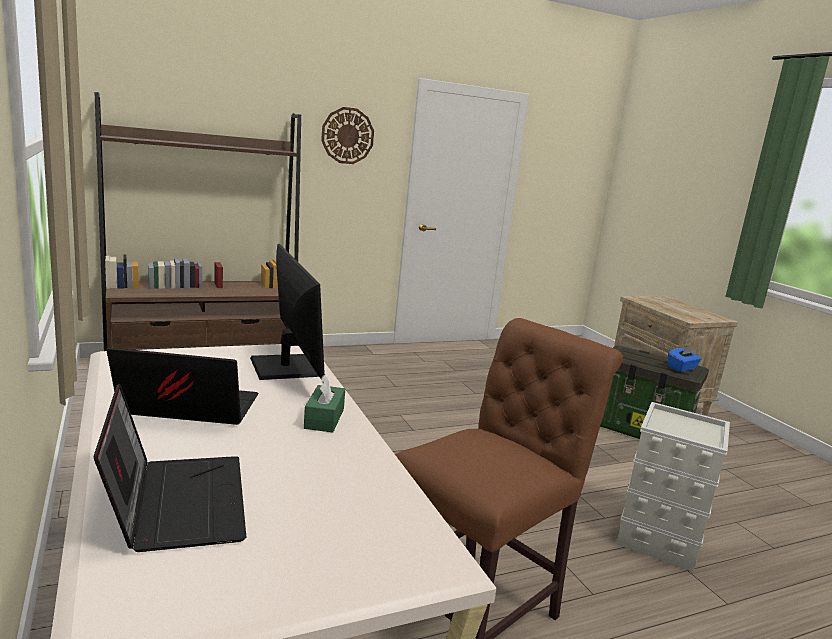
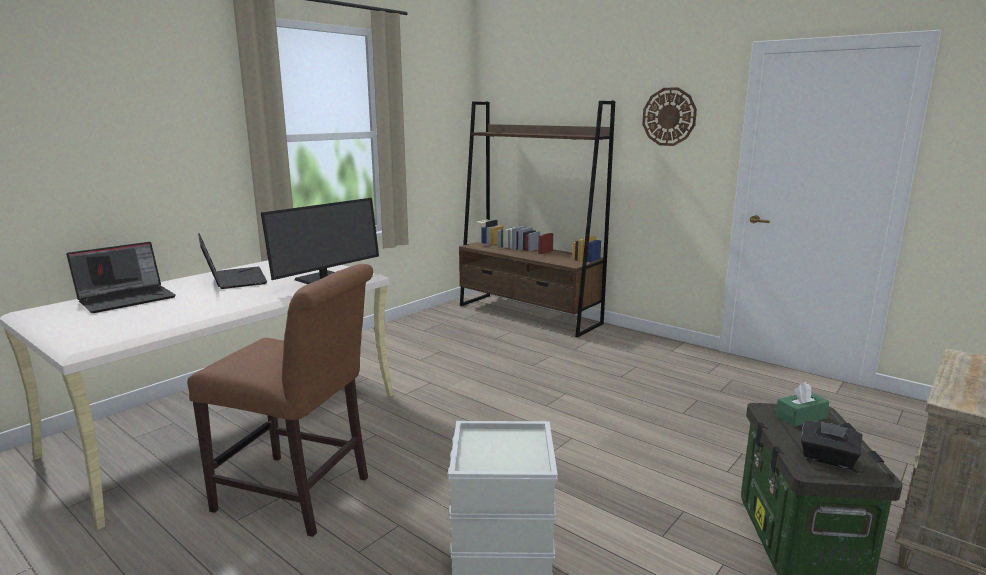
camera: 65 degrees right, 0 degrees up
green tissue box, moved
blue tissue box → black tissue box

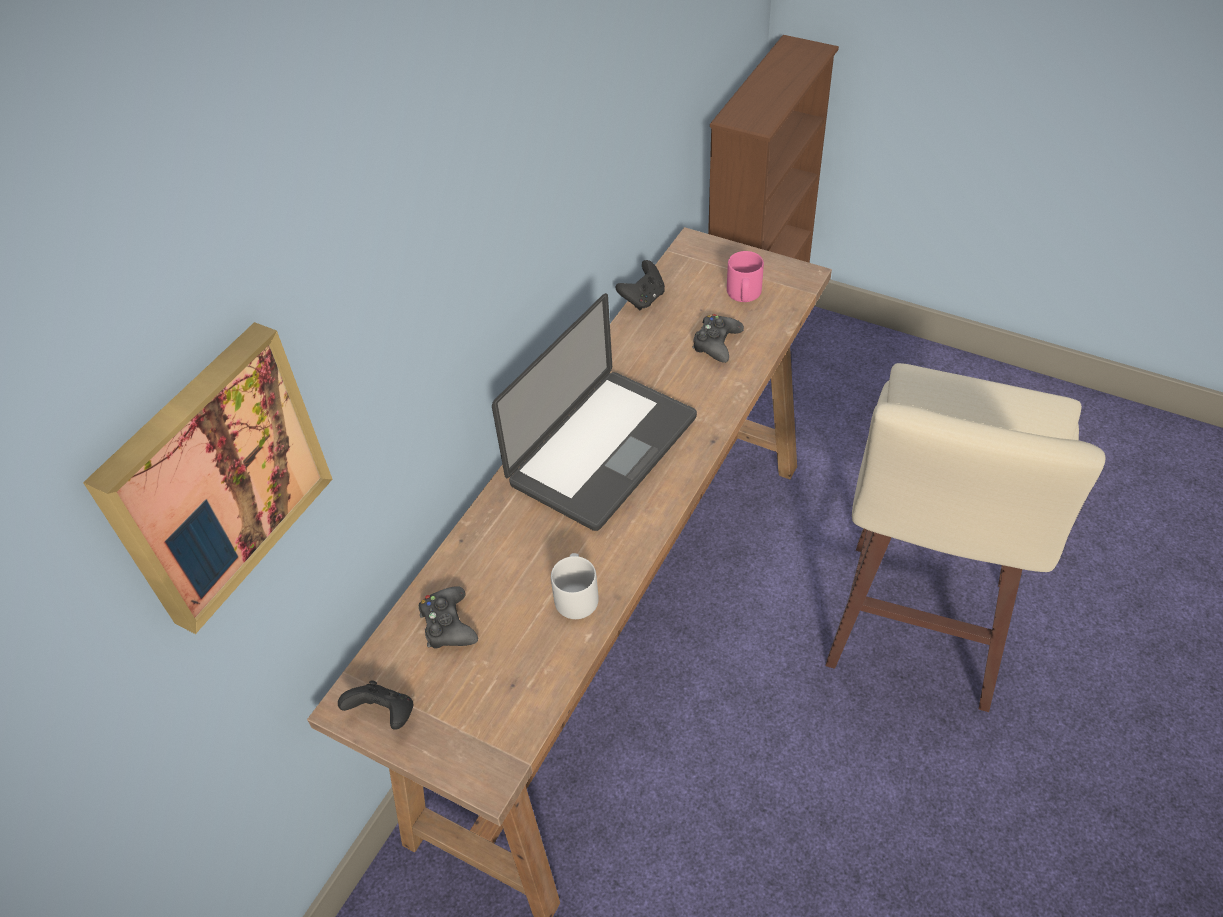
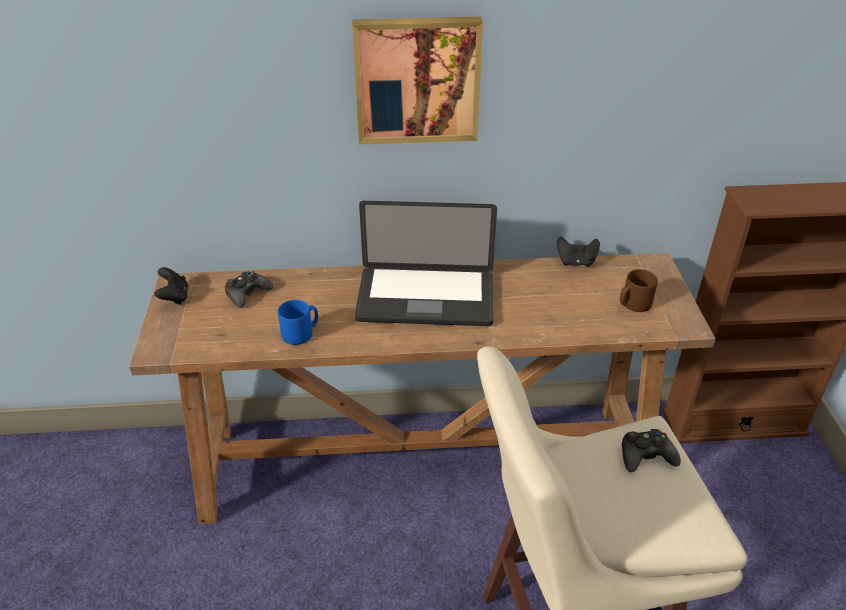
camera: 55 degrees right, 10 degrees down
picture, moved
grey mug → blue mug
black game controller (4th from left), moved
pink mug → brown mug

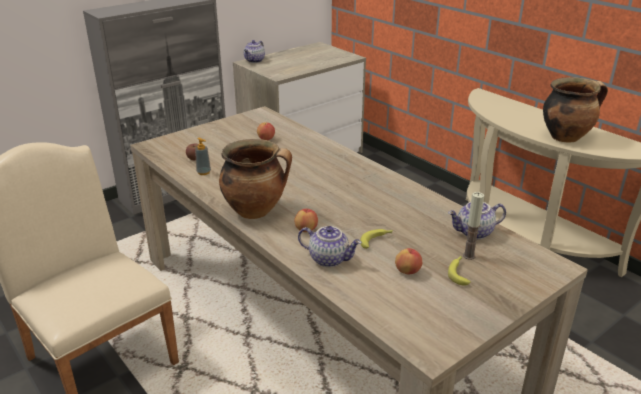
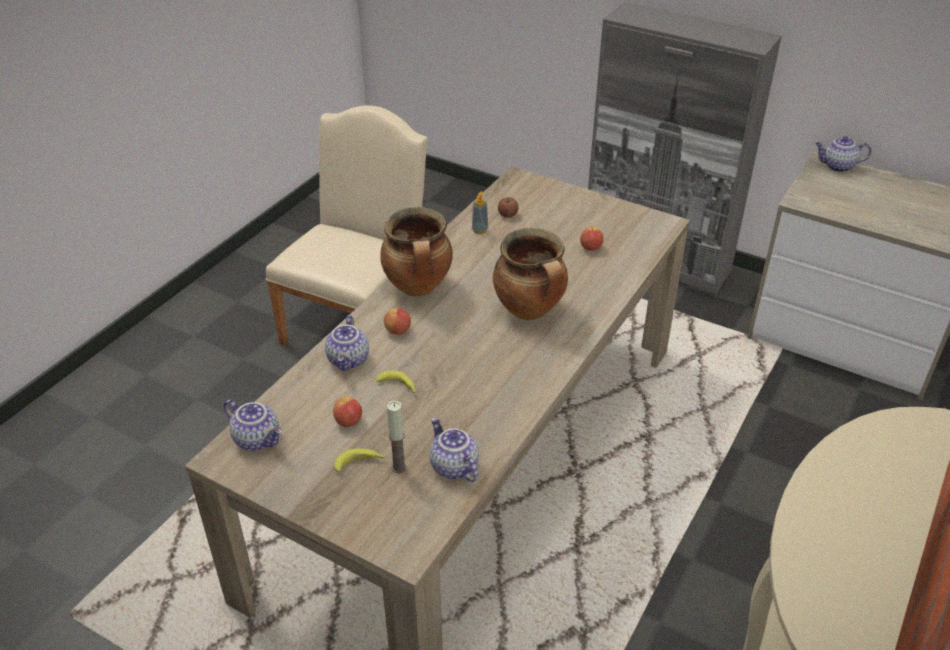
camera: 70 degrees right, 10 degrees up
cooking pot (2nd from left), moved
- → teapot (1st from left)

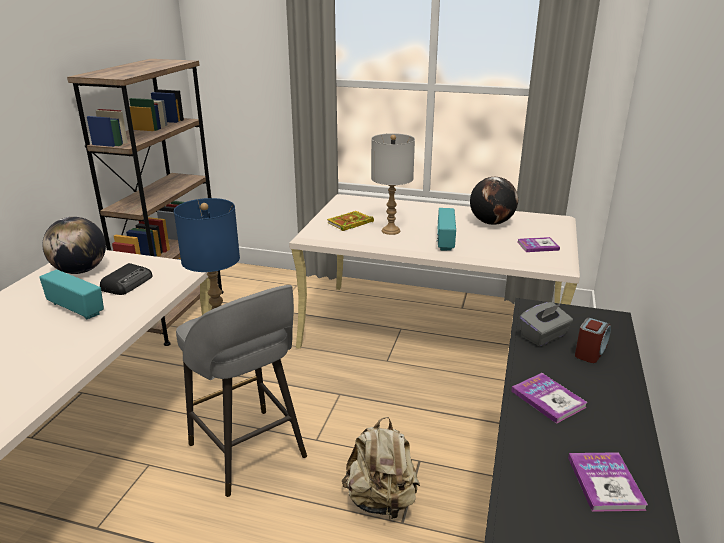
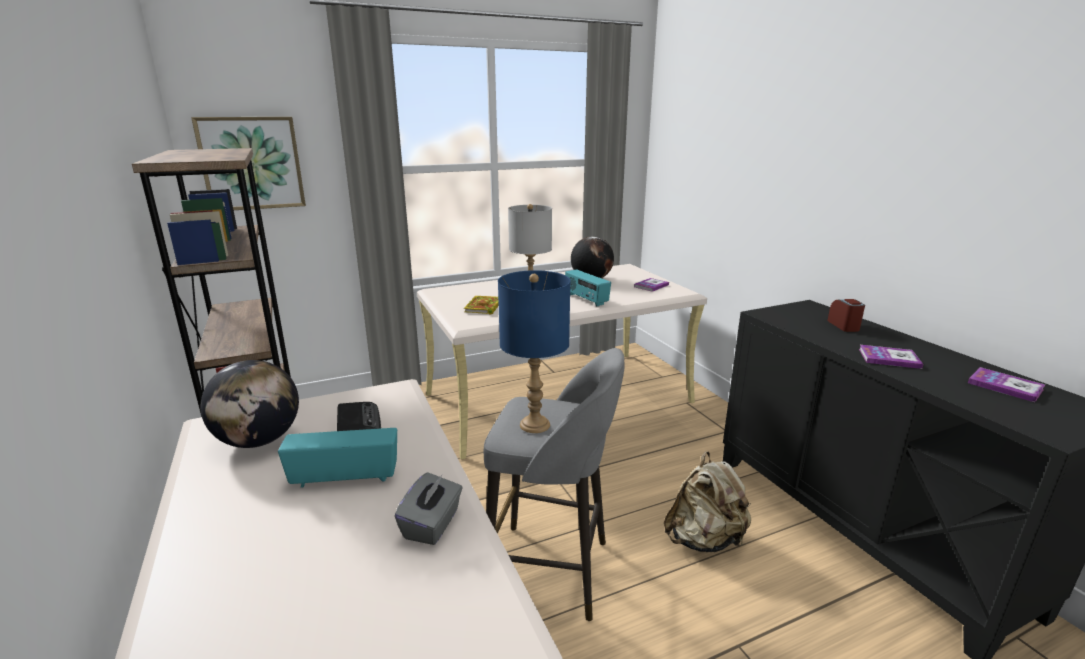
camera: 40 degrees left, 5 degrees down
grey tissue box, moved
- → picture

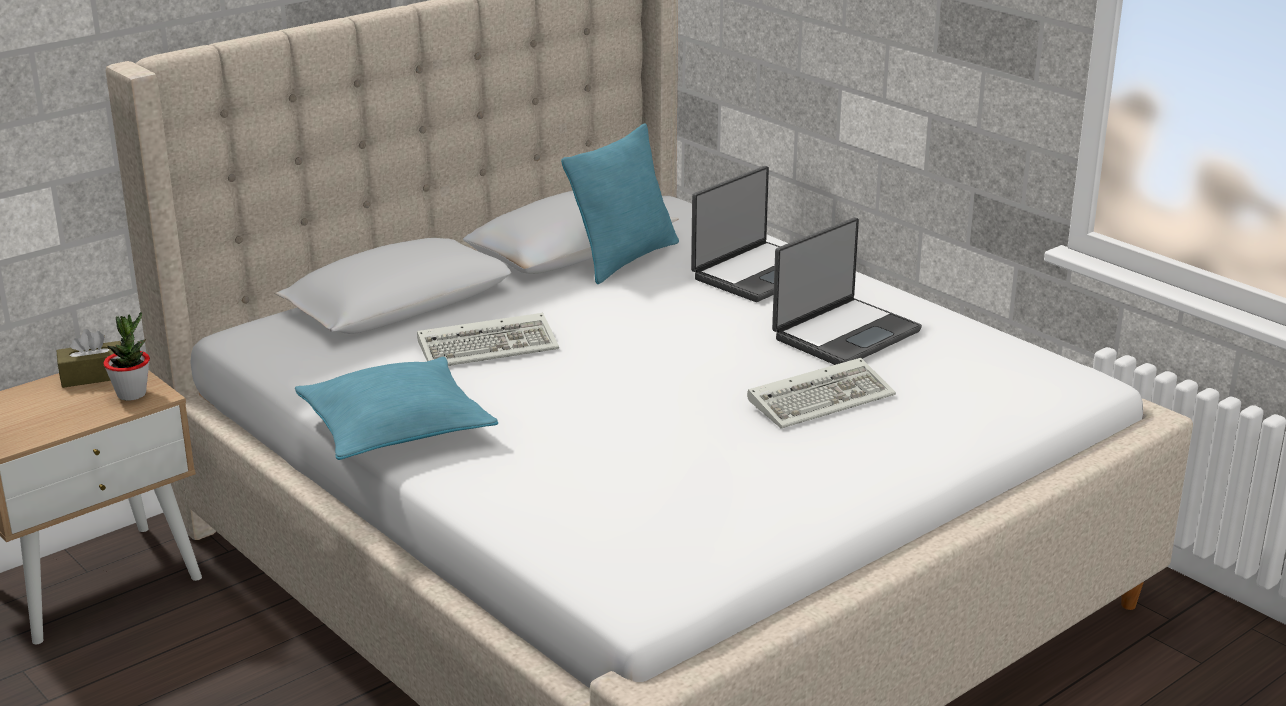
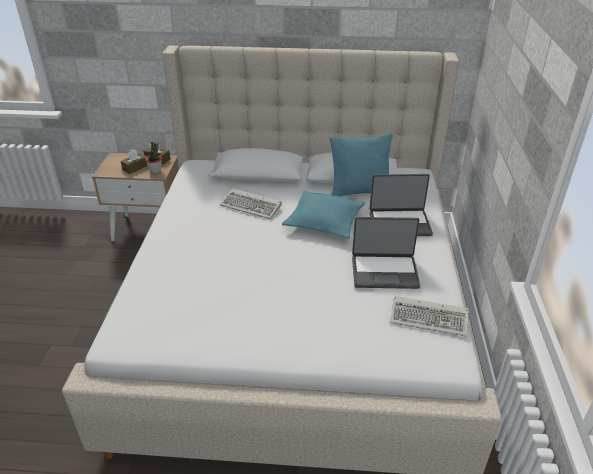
camera: 45 degrees right, 10 degrees up
turquoise pillow (1st from left), moved
keyboard (2nd from left), moved
- → brown tissue box (1st from left)

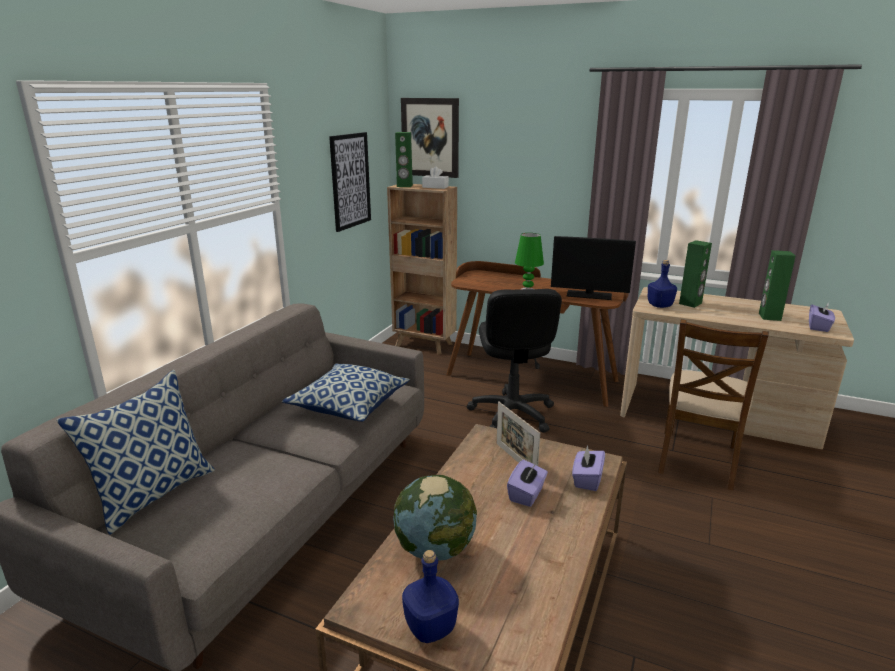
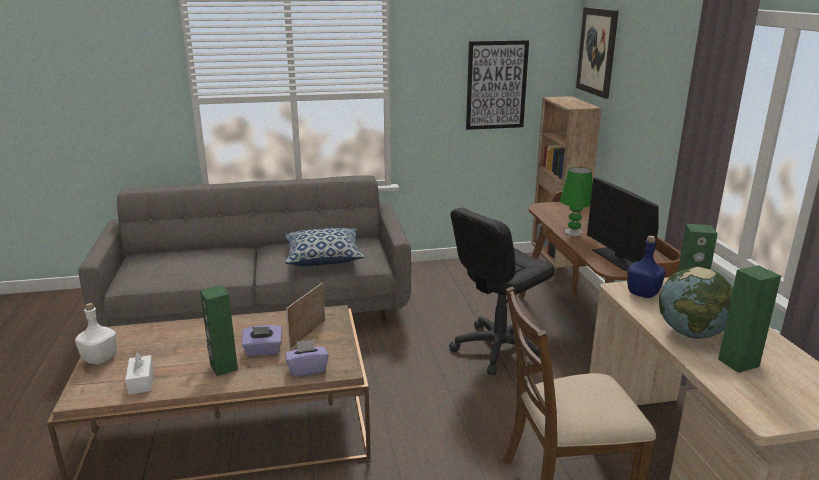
camera: 55 degrees right, 0 degrees up
pillow (1st from left) → -
globe, moved
green speaker (1st from left), moved
blue bottle (1st from left) → white bottle
white tissue box, moved
purple tissue box (3rd from left) → -

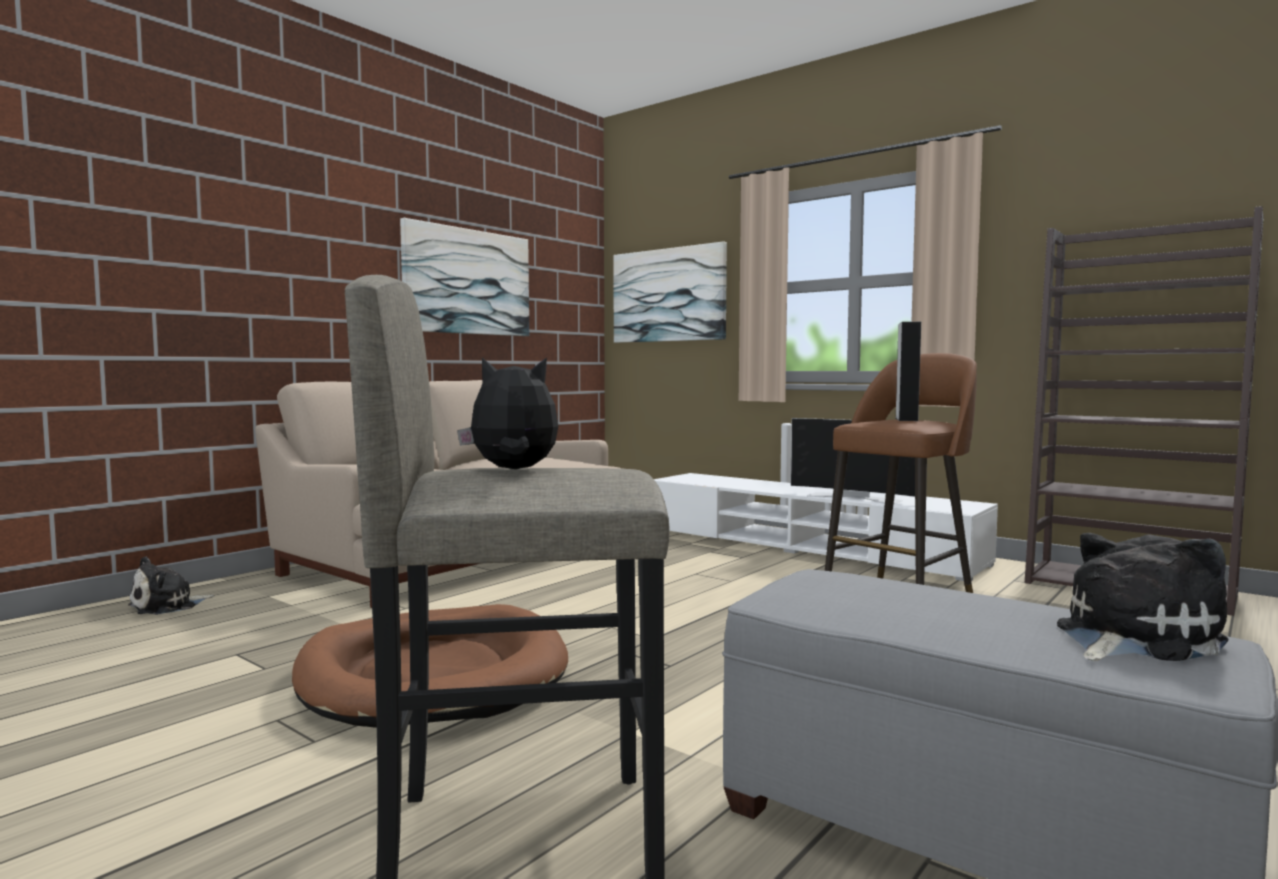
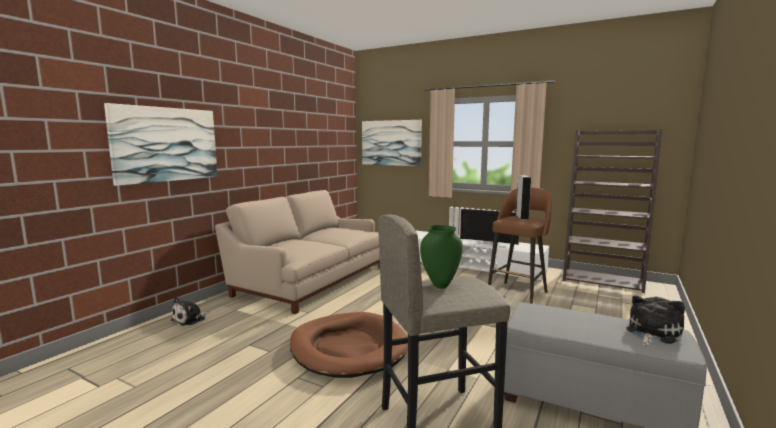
camera: 10 degrees left, 5 degrees up
picture (1st from left), moved
plush toy (2nd from left) → green vase

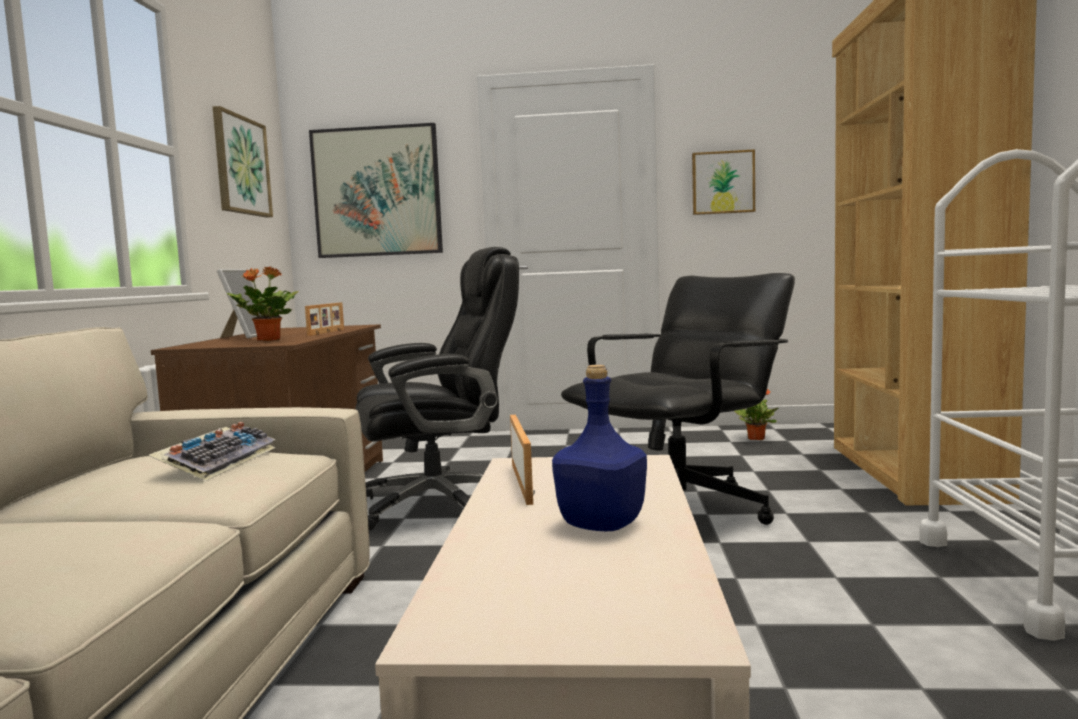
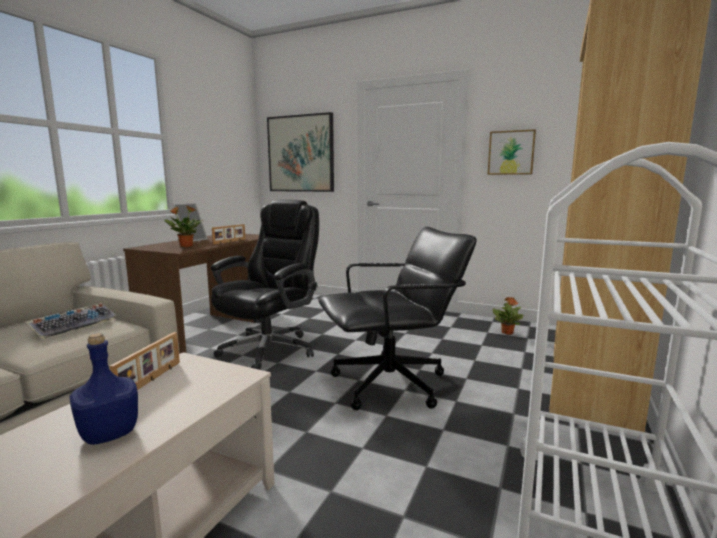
camera: 20 degrees right, 5 degrees up
picture (1st from left) → -
black office chair (1st from left), 60 degrees counterclockwise

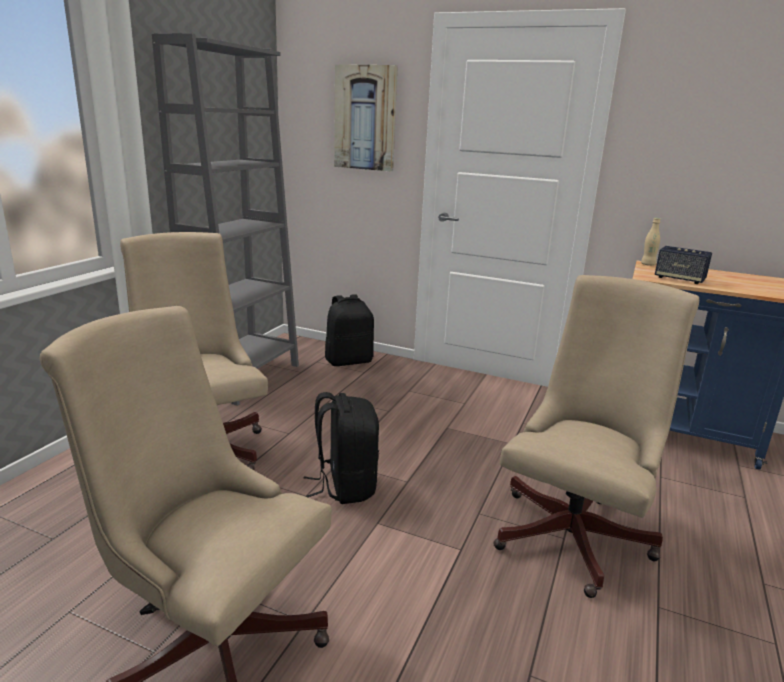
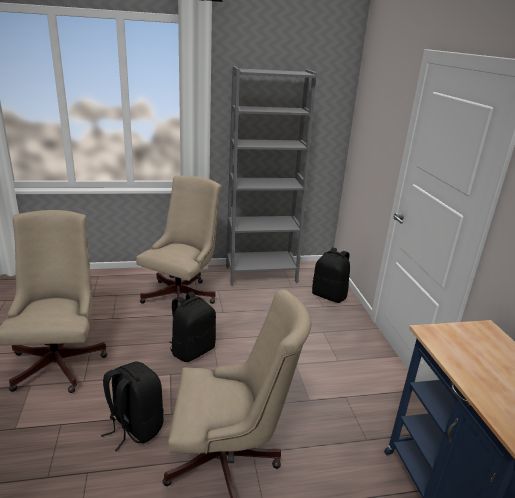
camera: 55 degrees right, 5 degrees up
picture → -
beige bottle → -
speaker → -
- → black backpack (1st from left)

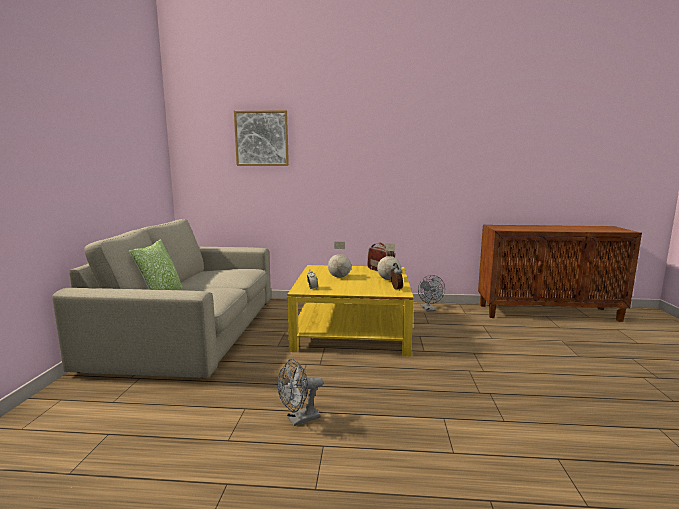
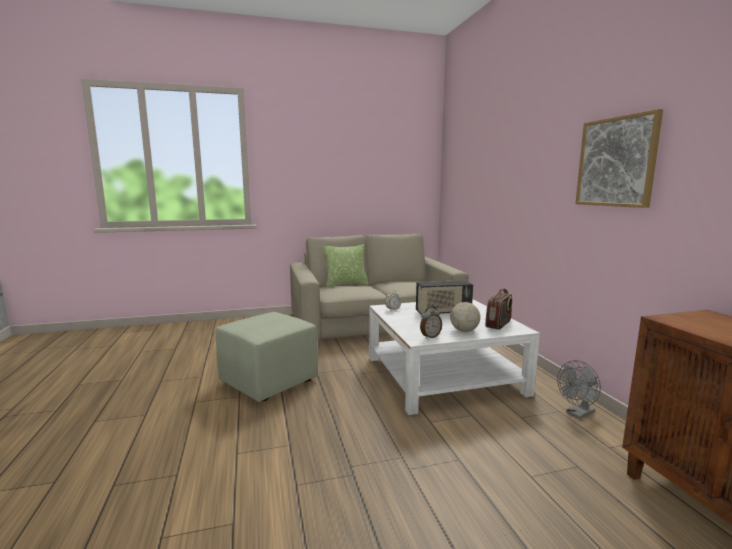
camera: 70 degrees right, 0 degrees up
picture, moved
grey fan (1st from left) → green ottoman
yellow coffee table → white coffee table
globe (1st from left) → radio (1st from left)

